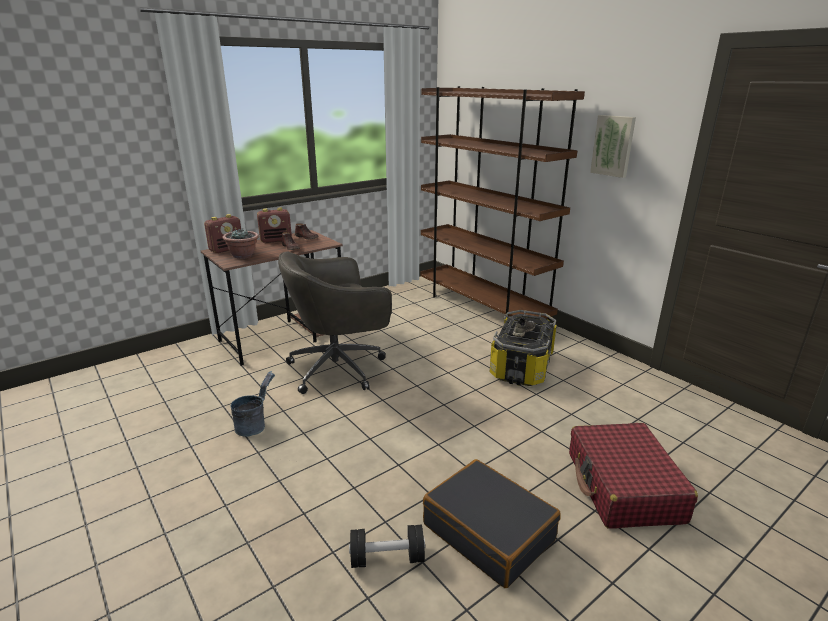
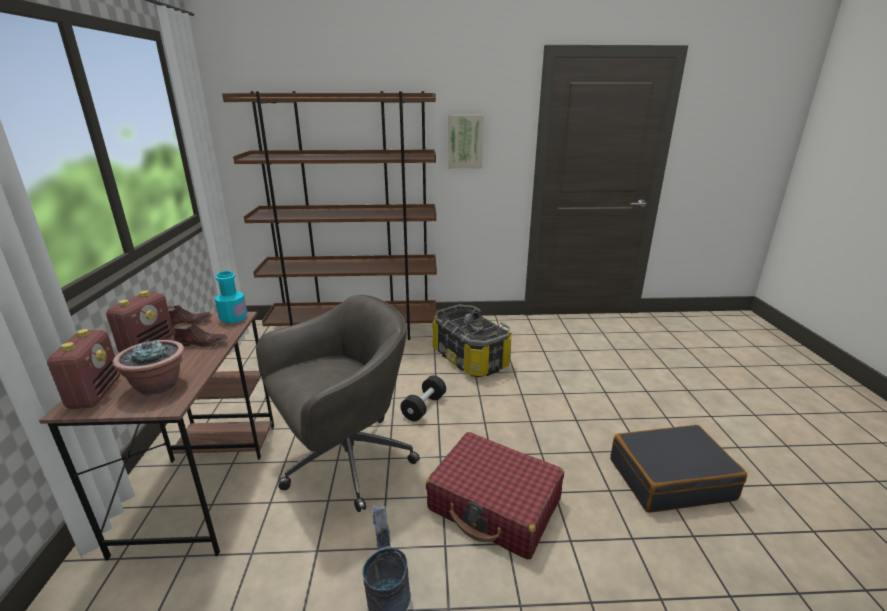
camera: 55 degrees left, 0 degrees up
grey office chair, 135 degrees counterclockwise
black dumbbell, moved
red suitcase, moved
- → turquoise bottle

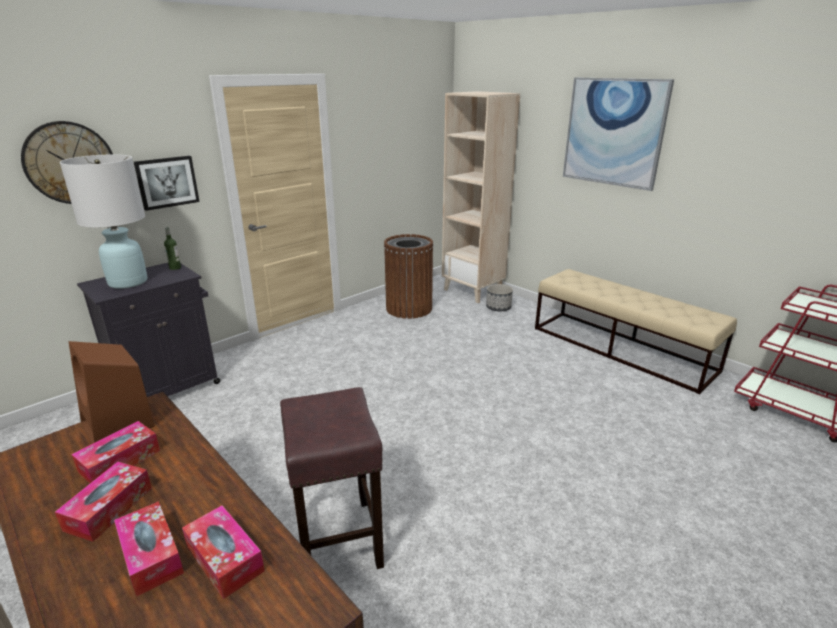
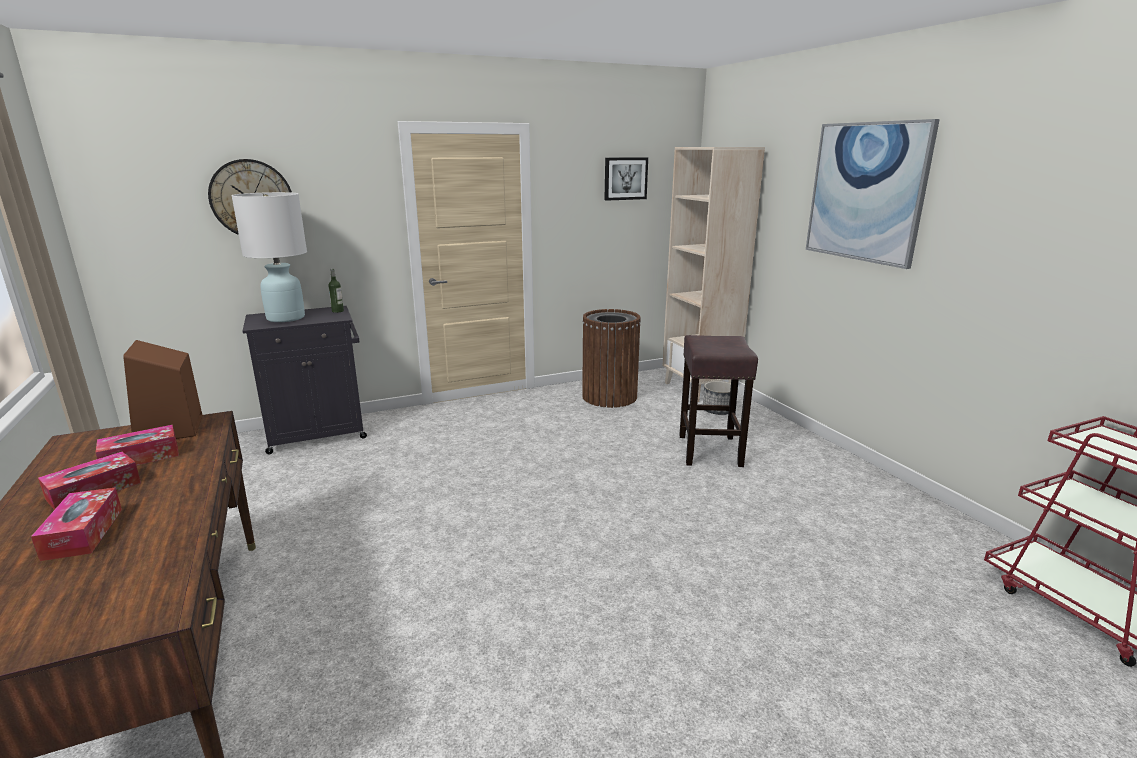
camera: 20 degrees right, 5 degrees down
picture (1st from left), moved
tissue box (4th from left) → -
brown stool, moved
beige bench → -

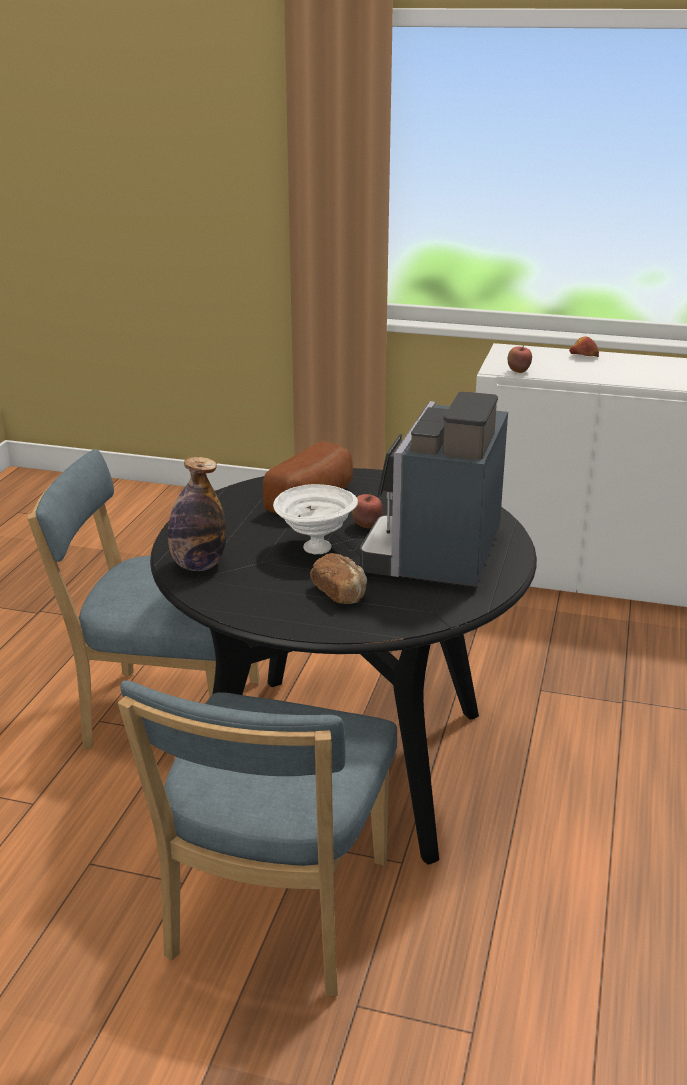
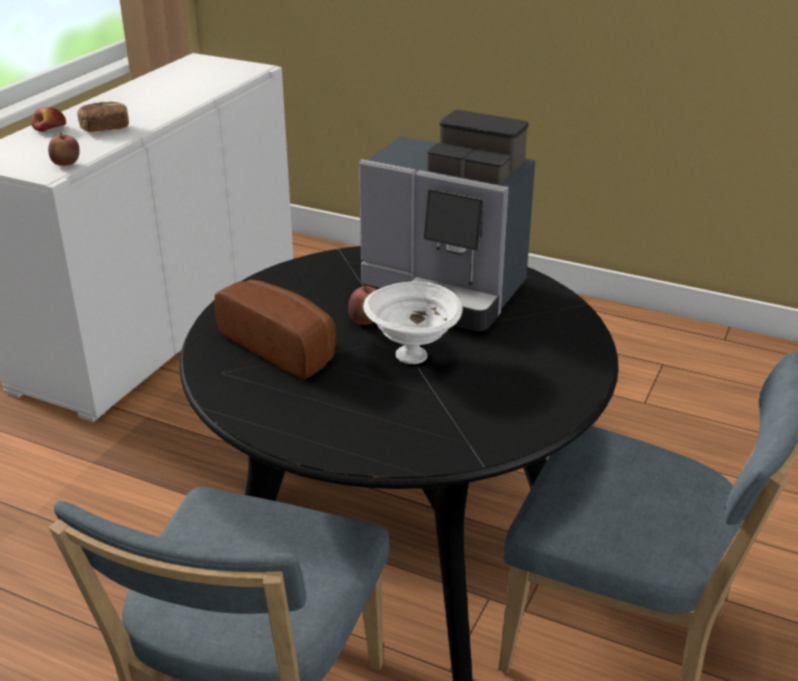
camera: 80 degrees left, 5 degrees up
bottle → -
bread (2nd from left in the first image) → bread (1st from left), moved

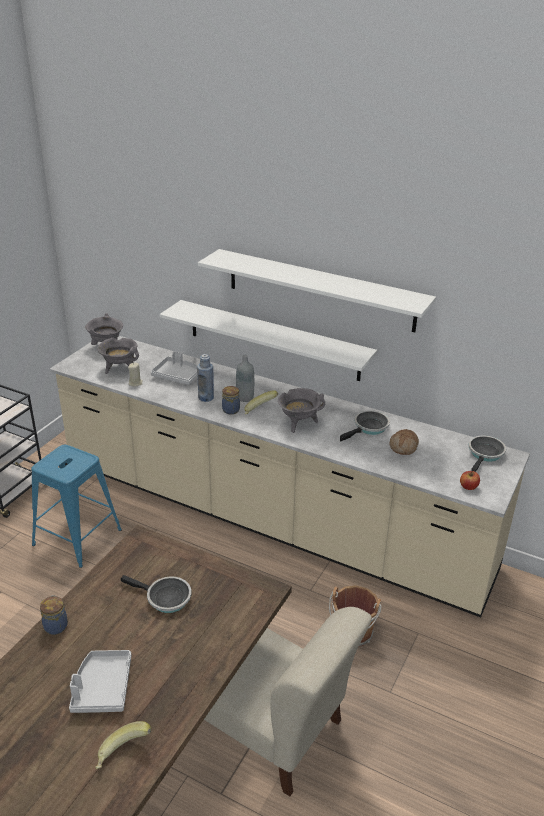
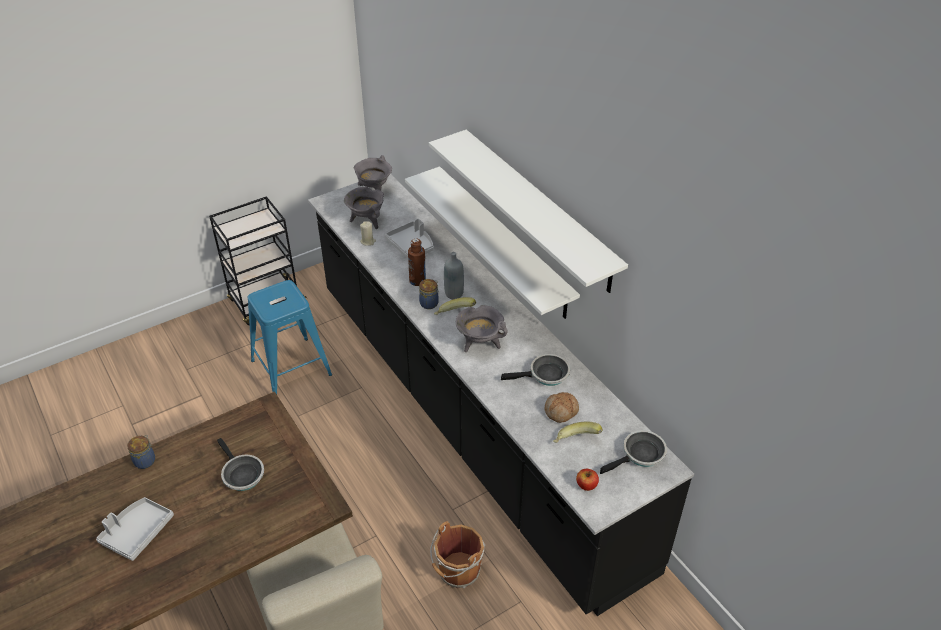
camera: 30 degrees right, 10 degrees up
beige counter → black counter
banana (1st from left in the first image) → banana (2nd from left), moved
blue bottle → brown bottle

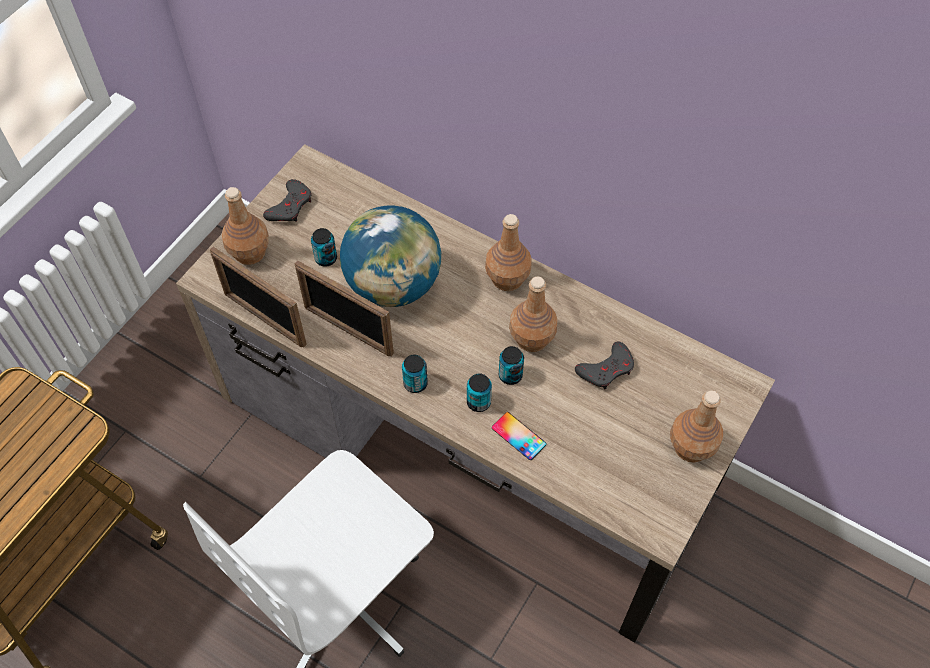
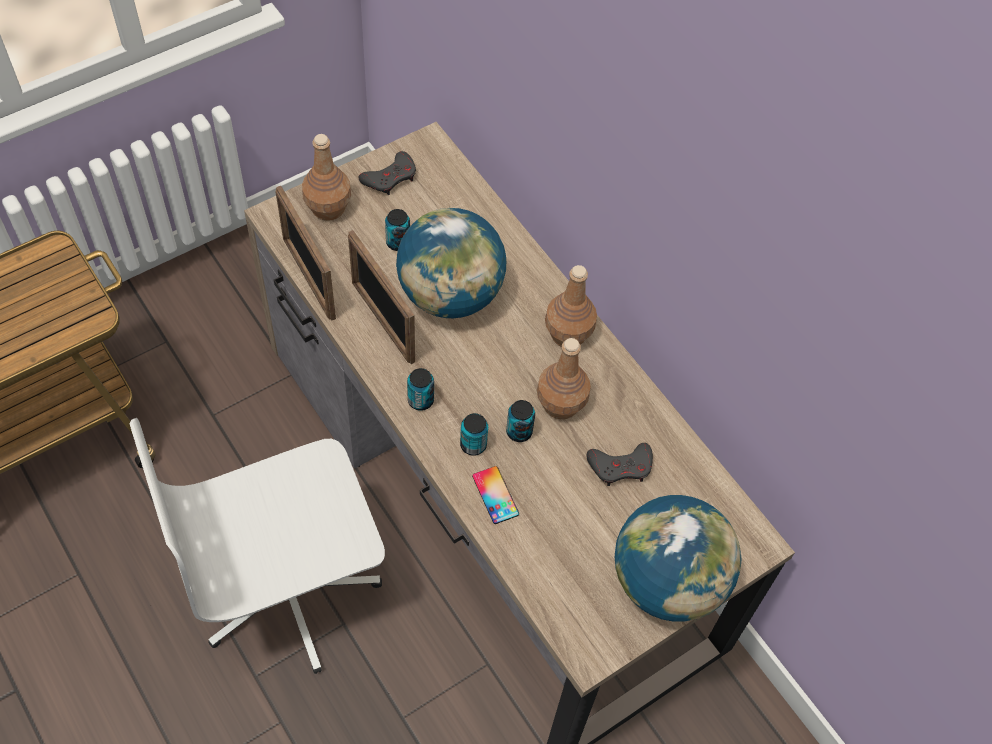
camera: 20 degrees right, 0 degrees up
brown bottle (4th from left) → globe (2nd from left)

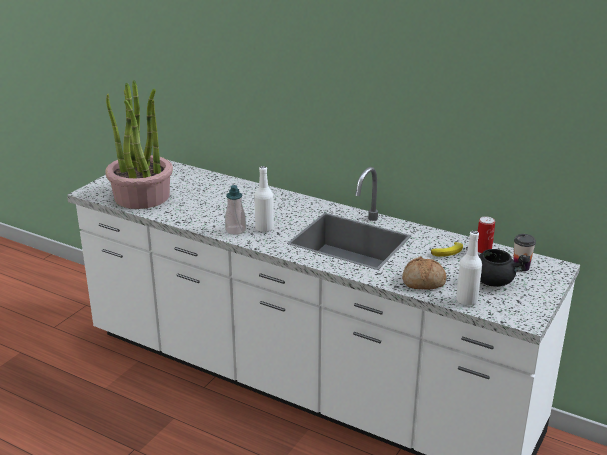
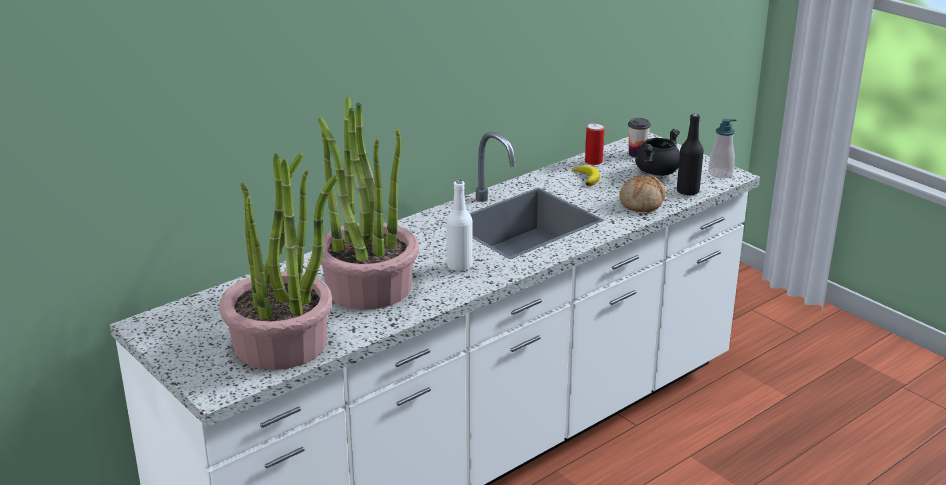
camera: 70 degrees left, 0 degrees up
soap dispenser, moved
white bottle (2nd from left) → black bottle
- → potted plant (2nd from left)

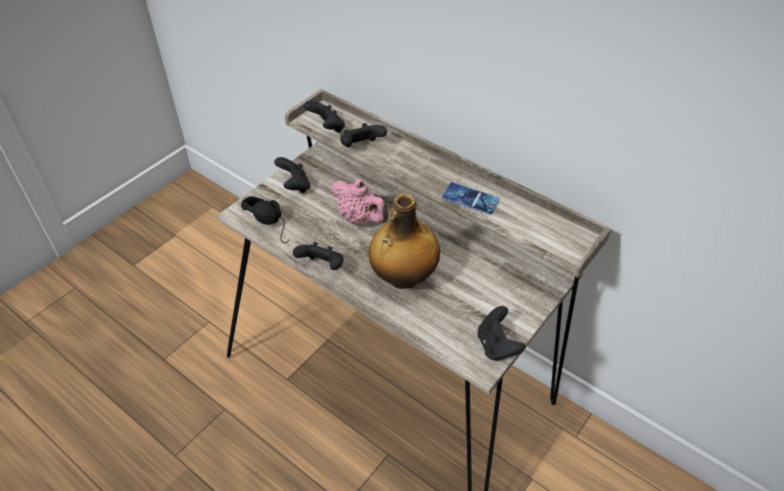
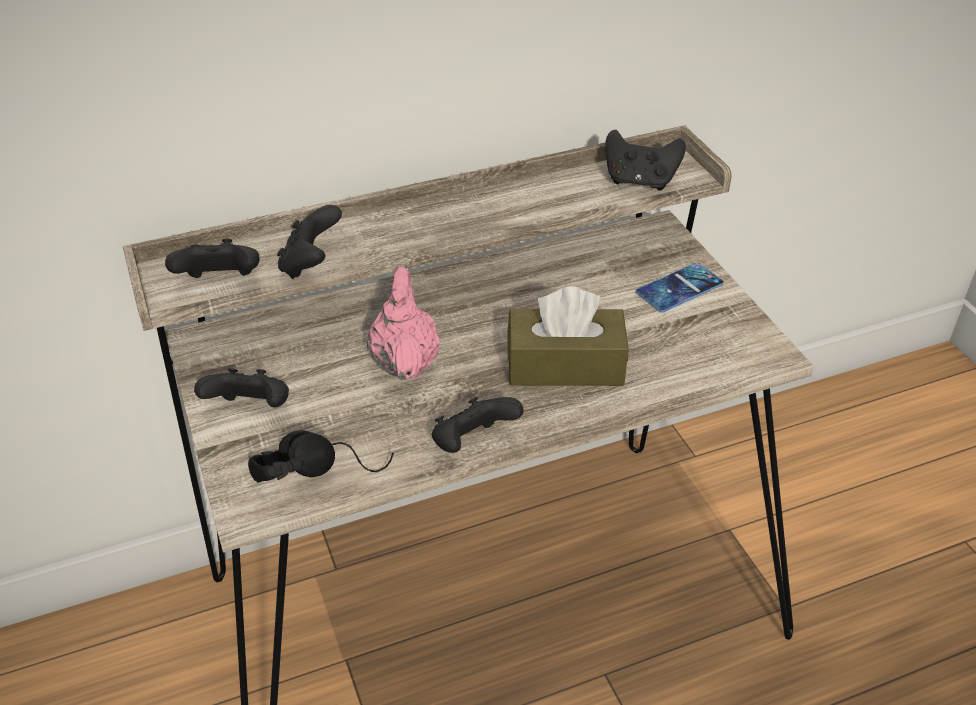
camera: 60 degrees left, 5 degrees down
pink teapot, 75 degrees counterclockwise
bottle → brown tissue box
phone, moved
black game controller (5th from left), moved

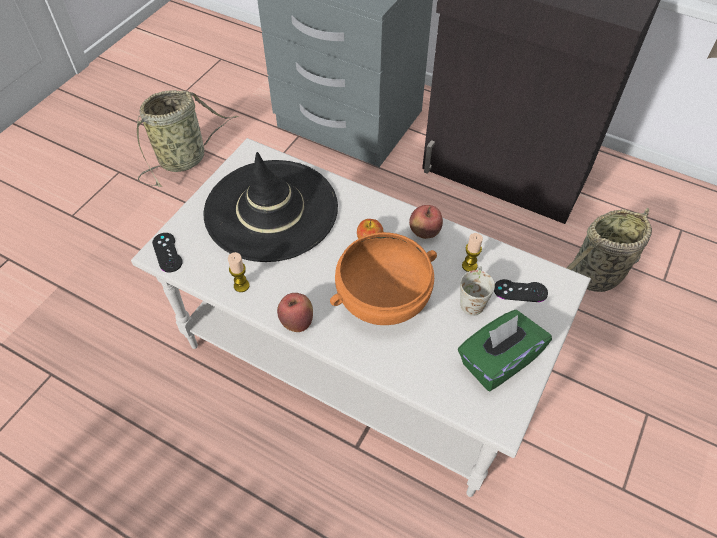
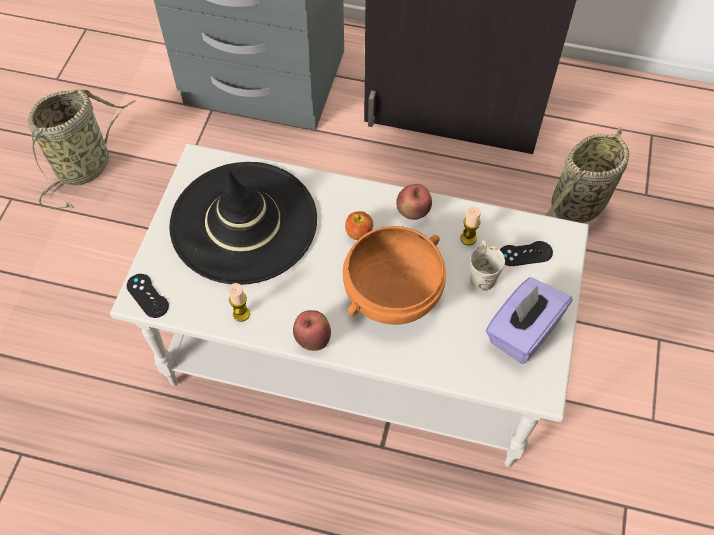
camera: 15 degrees left, 5 degrees up
green tissue box → purple tissue box

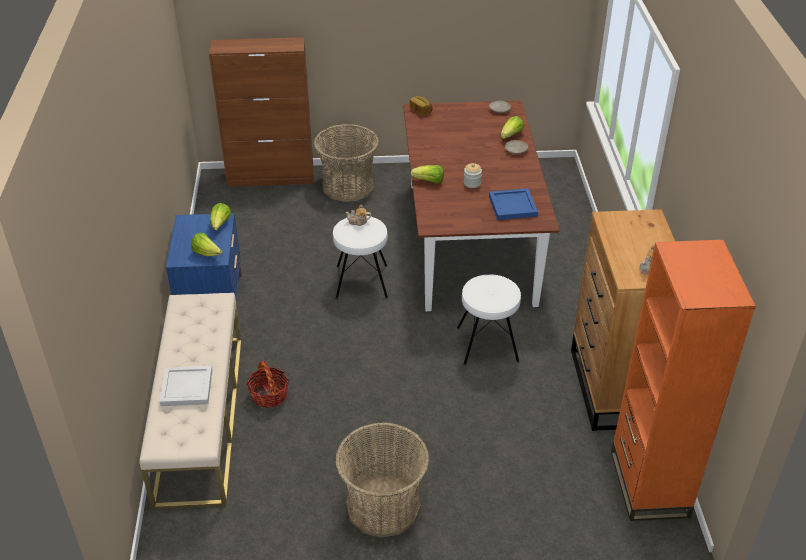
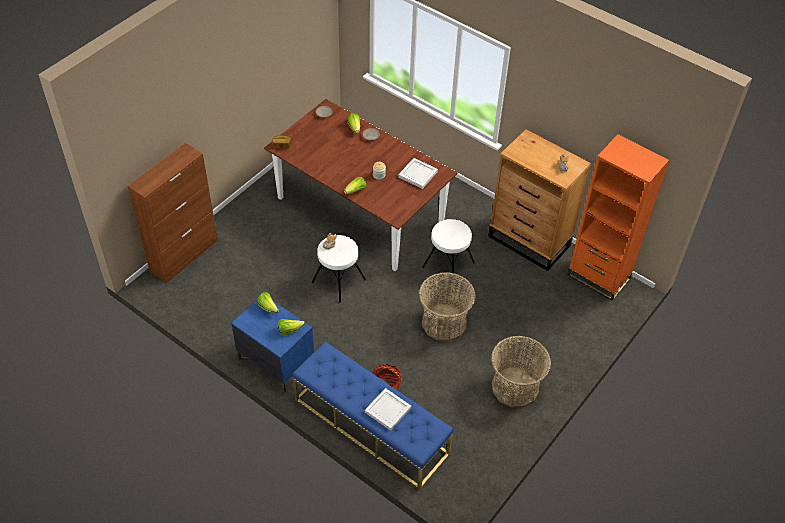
camera: 50 degrees left, 10 degrees up
beige bench → blue bench
basket (2nd from left), moved
blue tray → white tray (2nd from left)

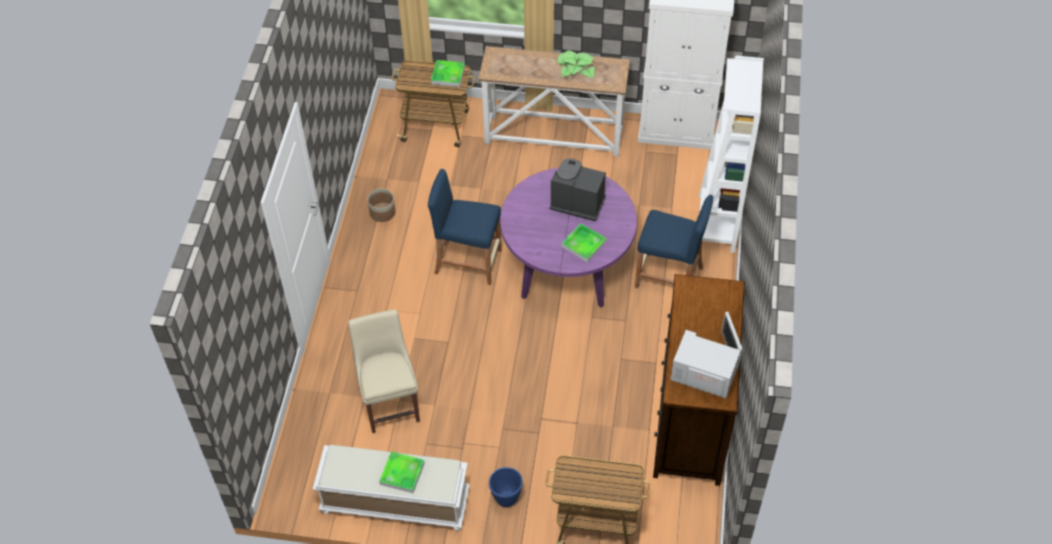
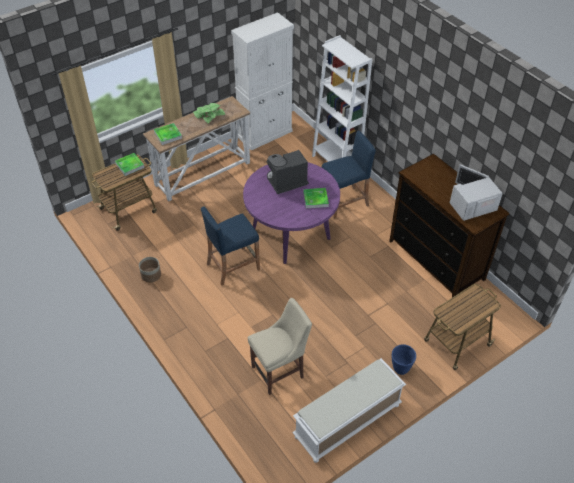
camera: 45 degrees left, 5 degrees down
beige chair, 120 degrees clockwise
tray (1st from left in the first image) → tray (2nd from left), moved

